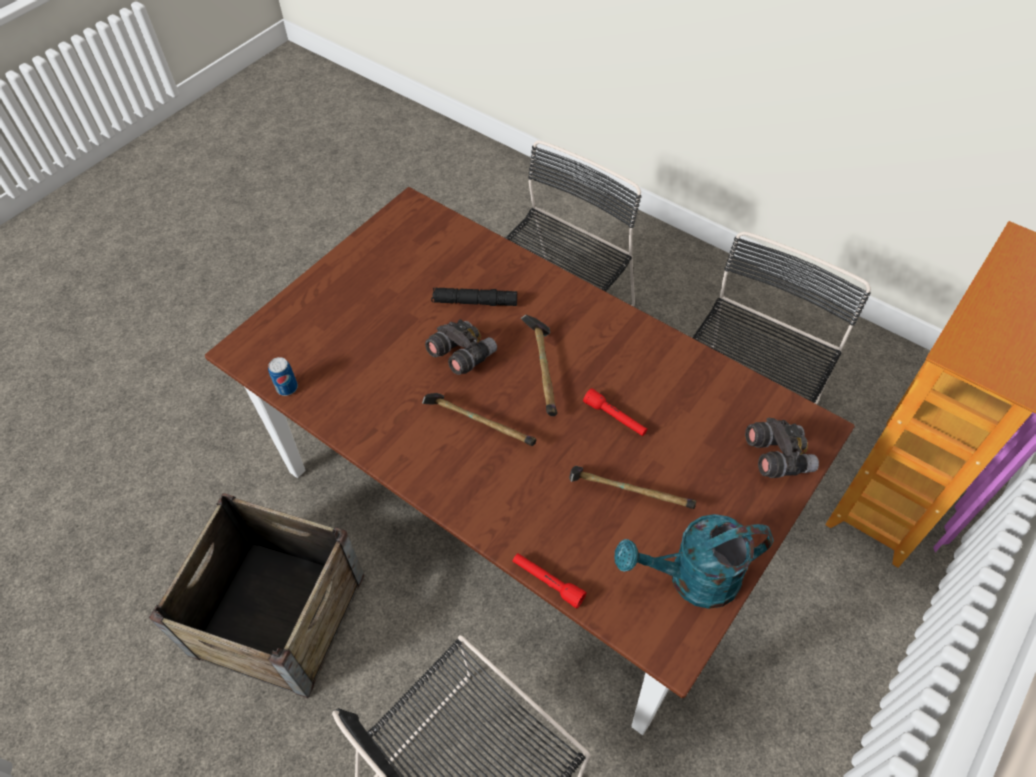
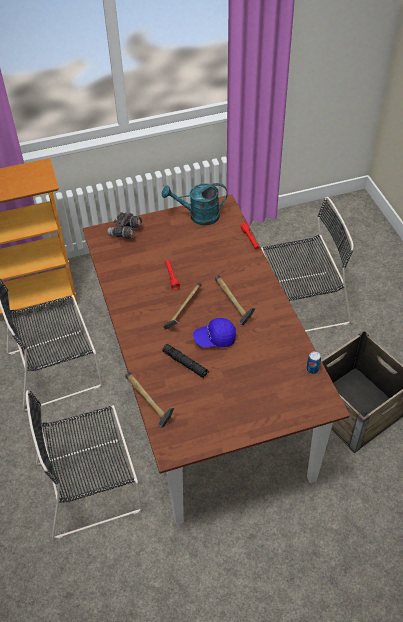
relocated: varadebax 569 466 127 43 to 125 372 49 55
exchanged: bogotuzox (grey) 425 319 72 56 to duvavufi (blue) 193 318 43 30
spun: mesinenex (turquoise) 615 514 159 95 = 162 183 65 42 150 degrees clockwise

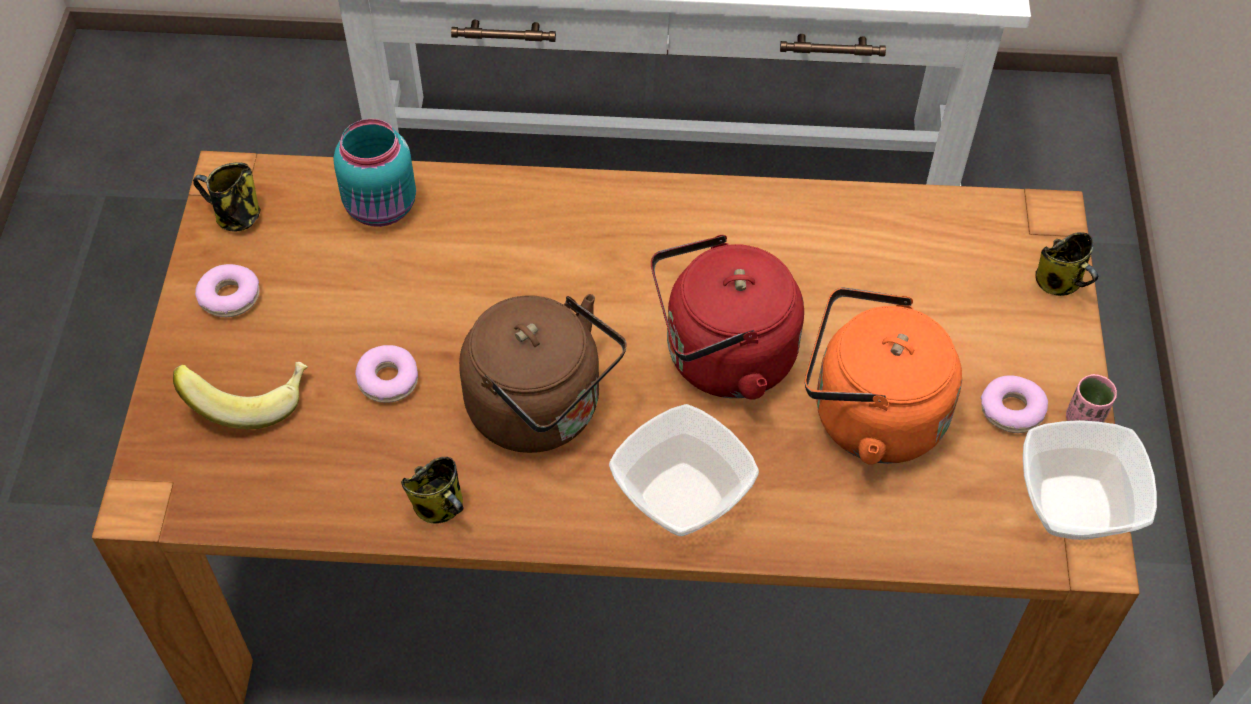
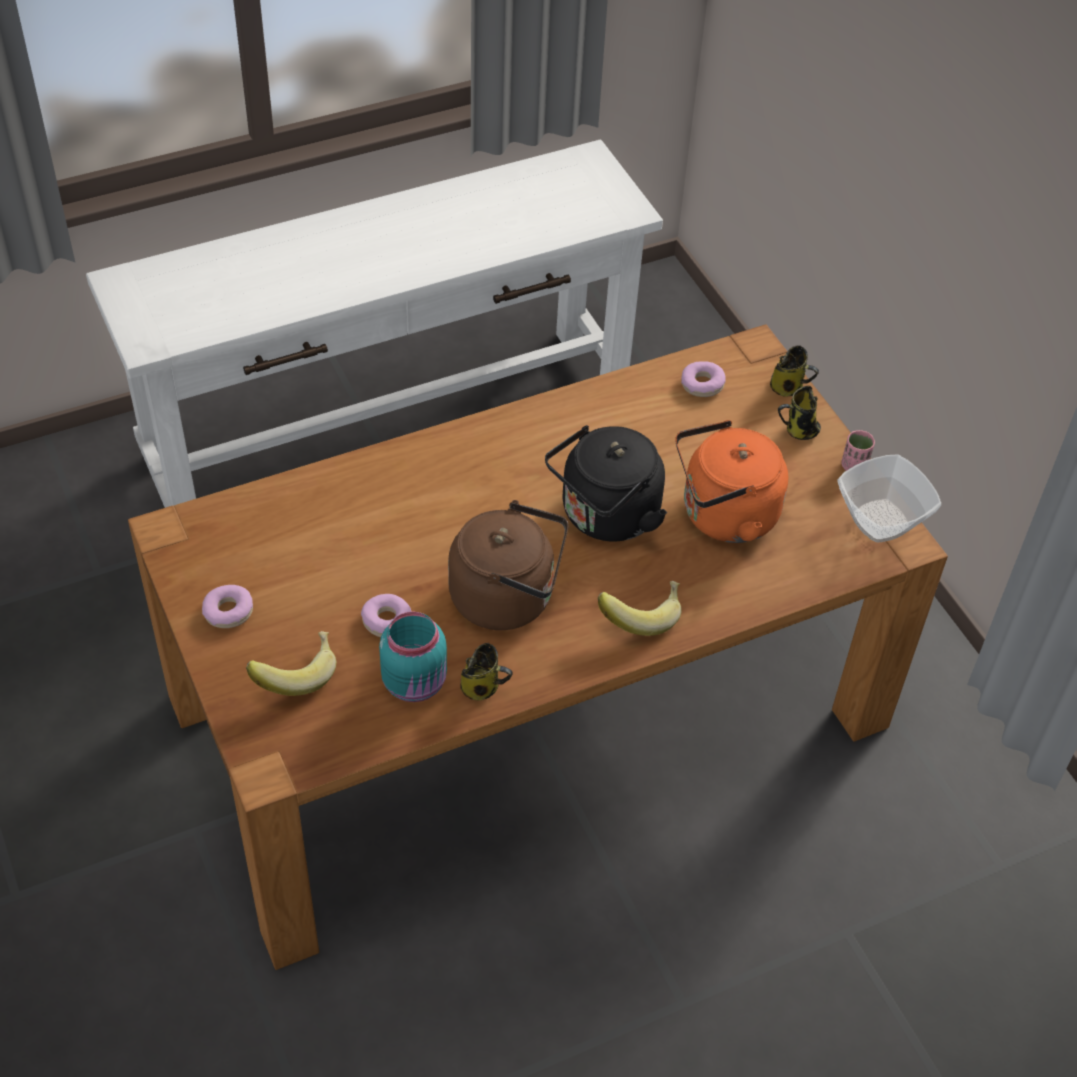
relocated: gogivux 193 162 68 70 to 778 386 43 54; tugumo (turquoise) 333 119 83 108 to 379 611 68 91; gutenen 981 375 67 58 to 681 361 45 36
exchanged: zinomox 609 404 150 132 to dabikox 598 581 84 55
colour: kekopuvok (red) 651 235 153 165 to kekopuvok (black) 545 425 122 116

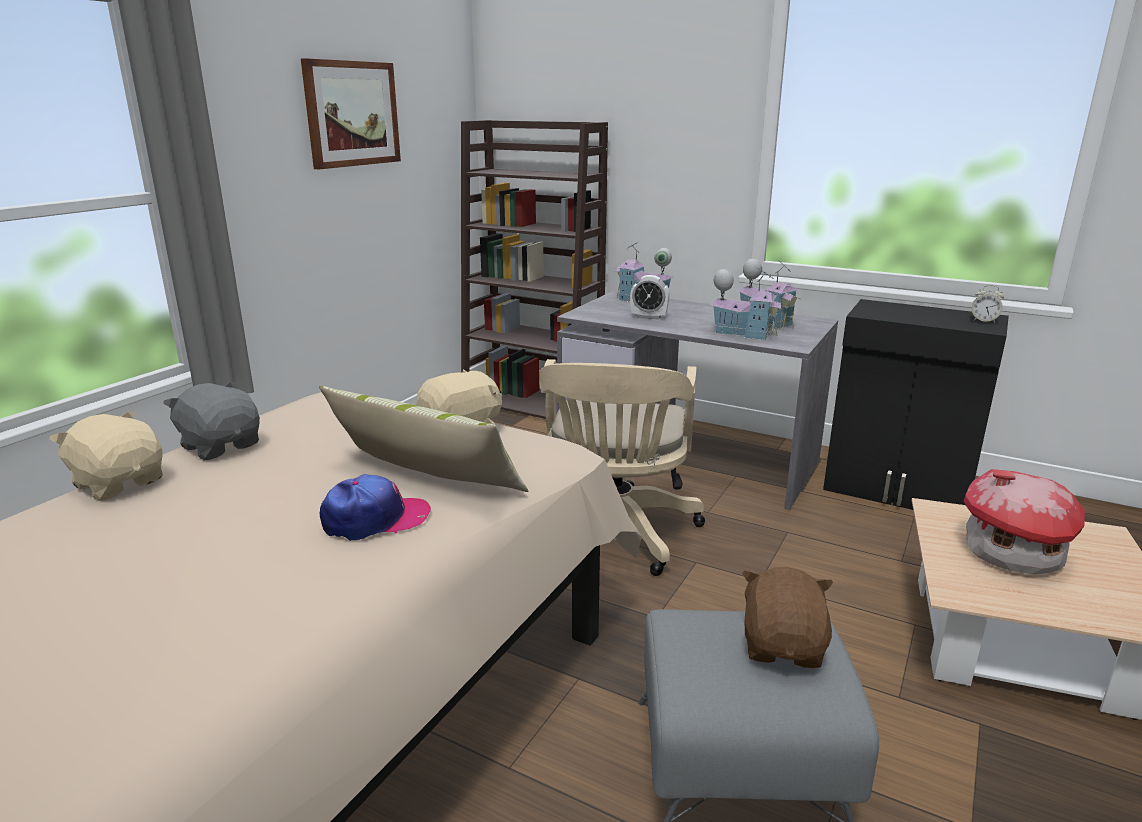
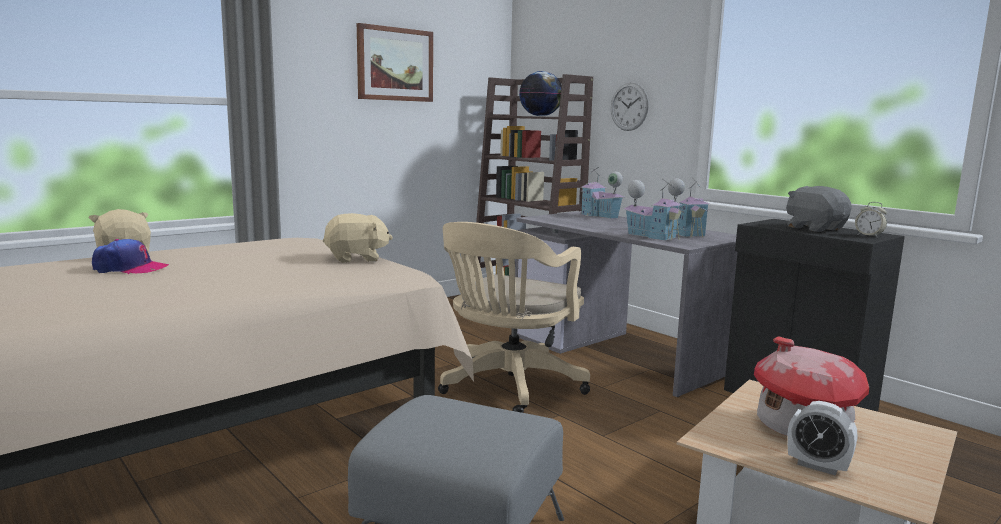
missing: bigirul 319 386 209 106; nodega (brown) 742 567 91 101
appeared: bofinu 519 71 43 45; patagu 611 82 38 49
relocated: nodega (grey) 163 382 97 78 to 786 186 66 46; duvavufi 320 474 111 67 to 92 239 77 35; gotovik 630 275 40 45 to 787 401 70 74

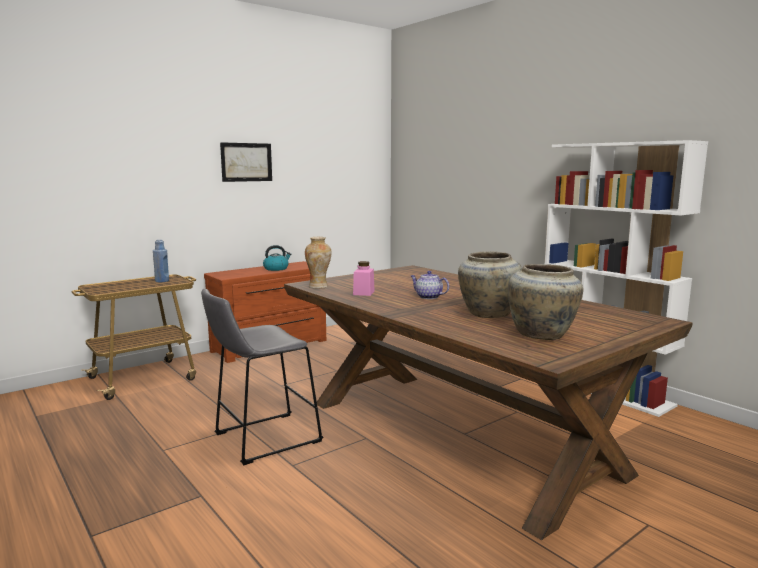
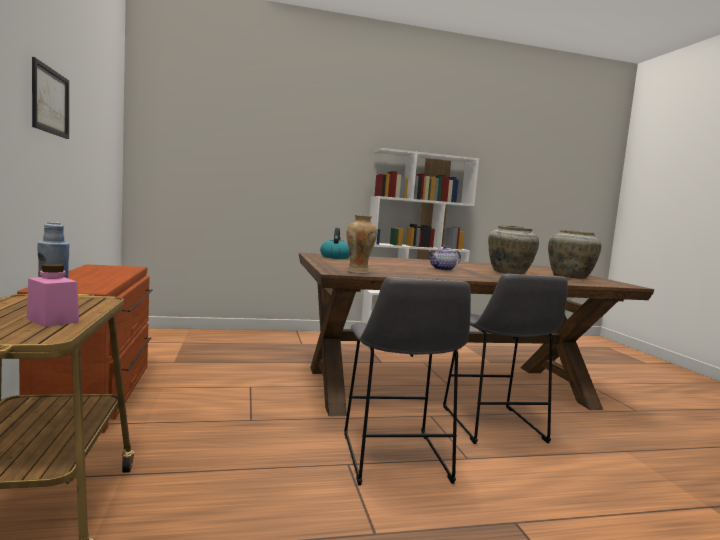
appeared: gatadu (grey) 443 274 125 170
relocated: kekopuvok 263 245 28 26 to 320 228 30 31; tugumo (pink) 353 261 22 35 to 26 264 53 63

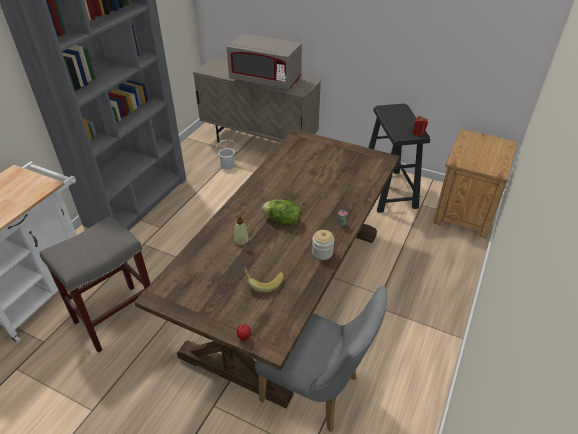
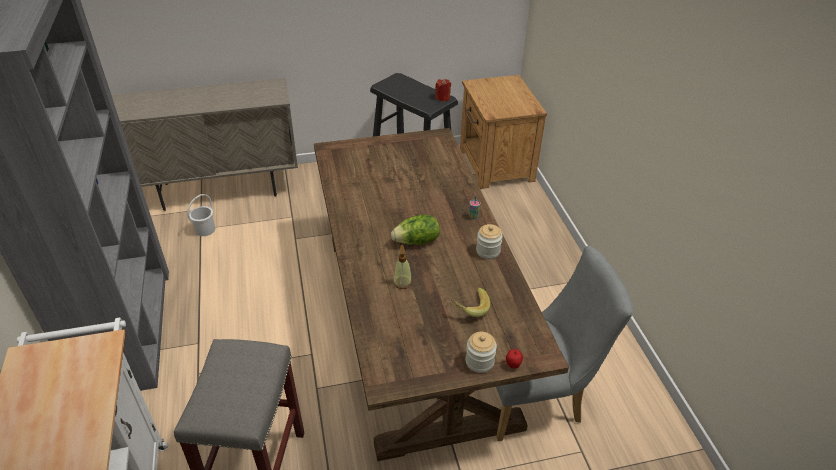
missing: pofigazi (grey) 227 34 75 55
appeared: tugumo 466 332 31 41

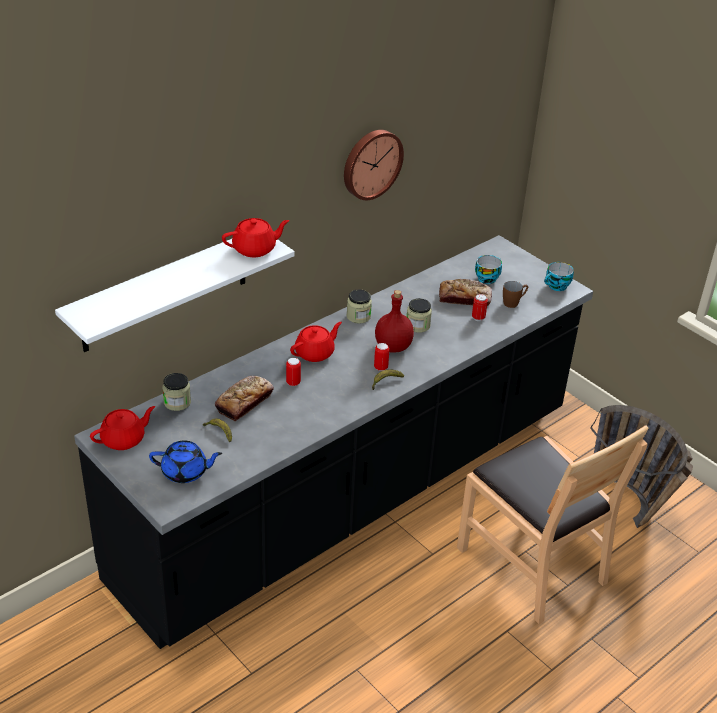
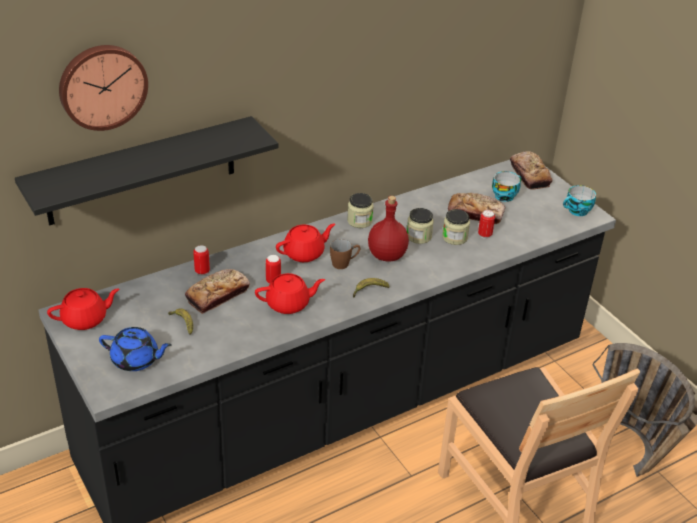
appeared: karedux 510 152 43 38
relocated: tugumo 162 373 29 38 to 442 209 28 36; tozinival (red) 222 218 68 39 to 255 273 70 41; patagu 344 130 60 70 to 59 45 89 86; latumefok 374 343 15 28 to 193 245 17 30; gogivux (brown) 503 281 25 27 to 330 239 30 30
colour: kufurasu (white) 55 239 240 113 to kufurasu (black) 15 116 263 110

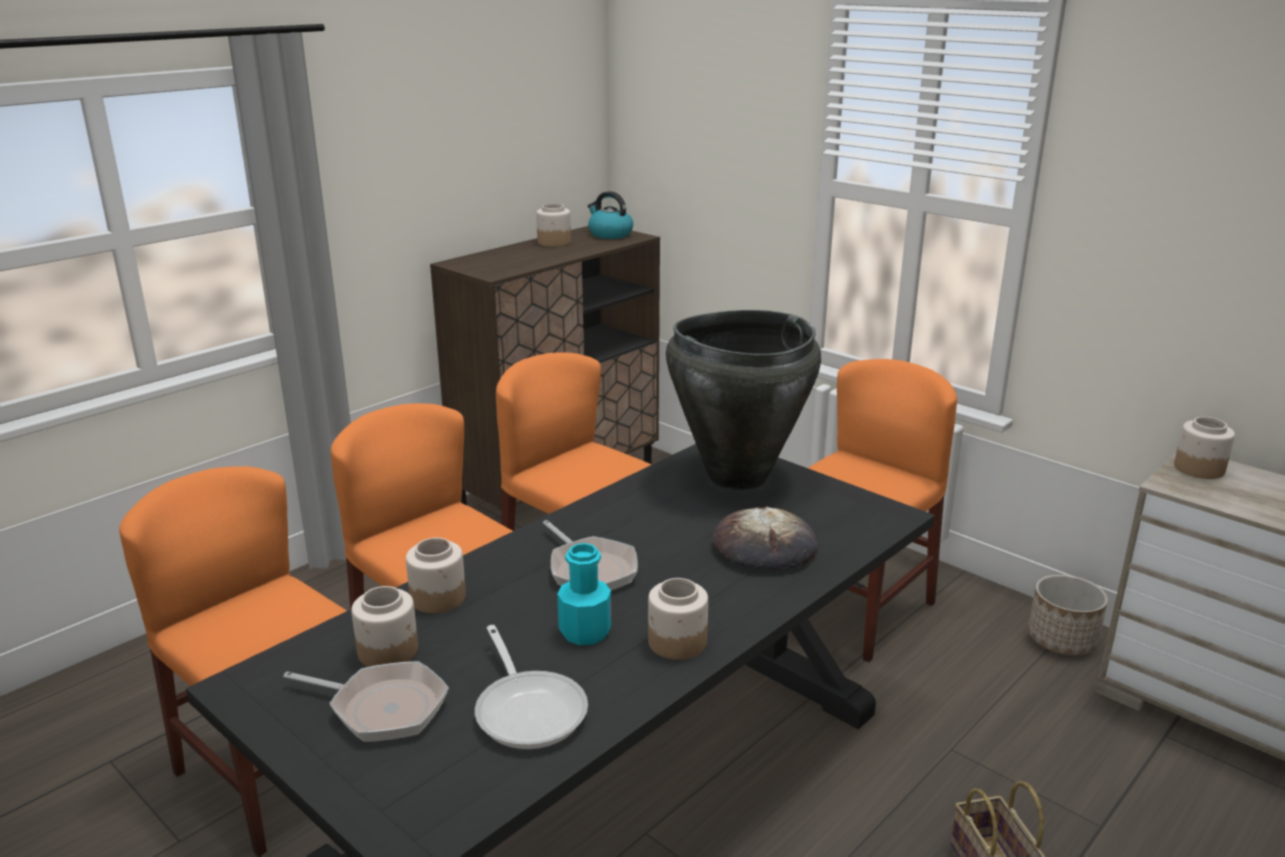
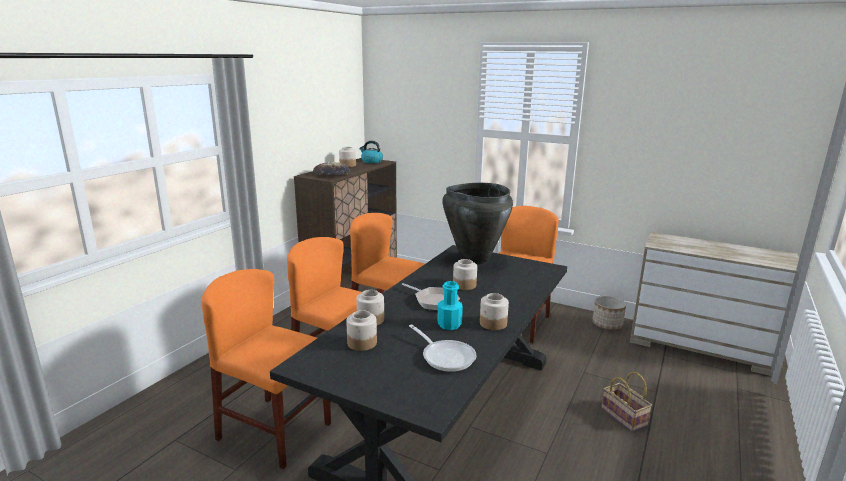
missing: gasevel 283 661 166 81
relocated: karedux 712 506 106 64 to 313 161 37 14; tugumo 1174 417 61 62 to 453 259 24 31

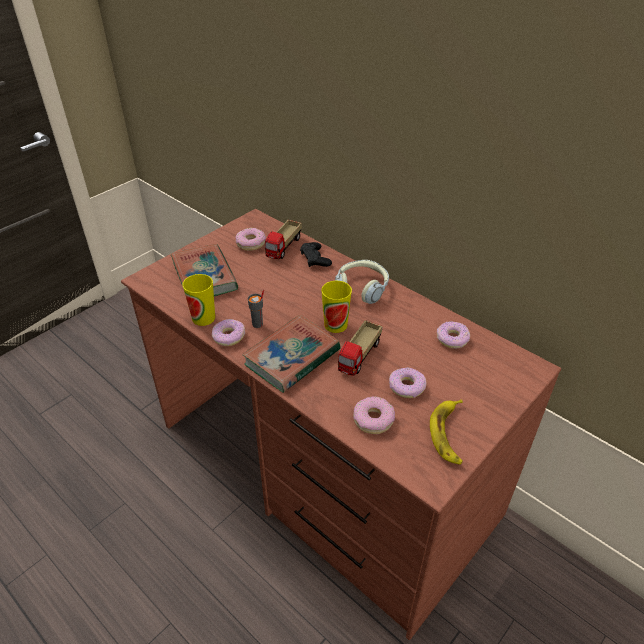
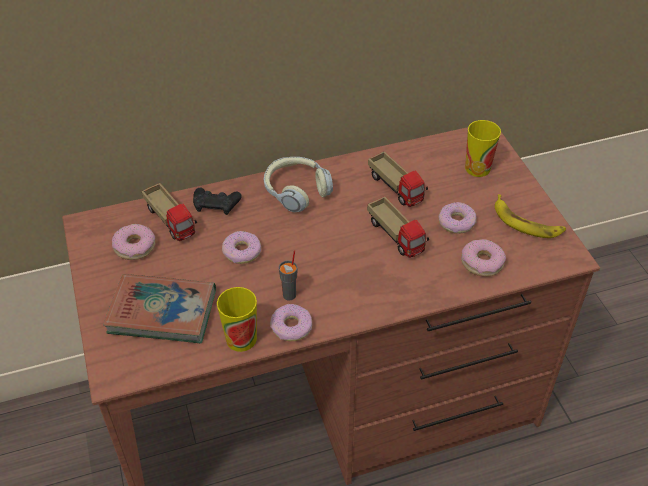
missing: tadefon 242 315 99 78
appeared: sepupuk 368 151 60 56
relocated: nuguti 321 281 31 52 to 465 120 36 57; gutenen 437 321 33 28 to 222 231 39 33

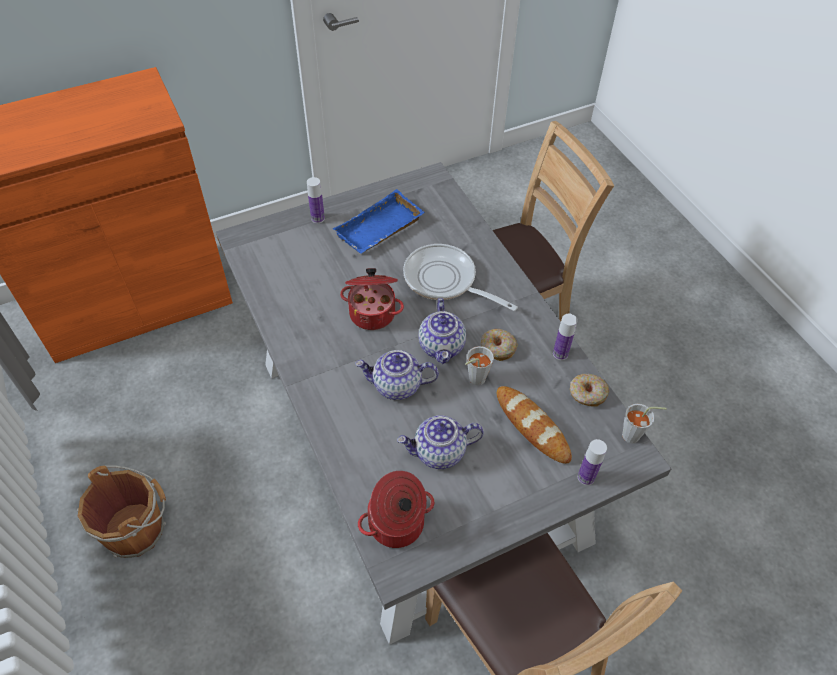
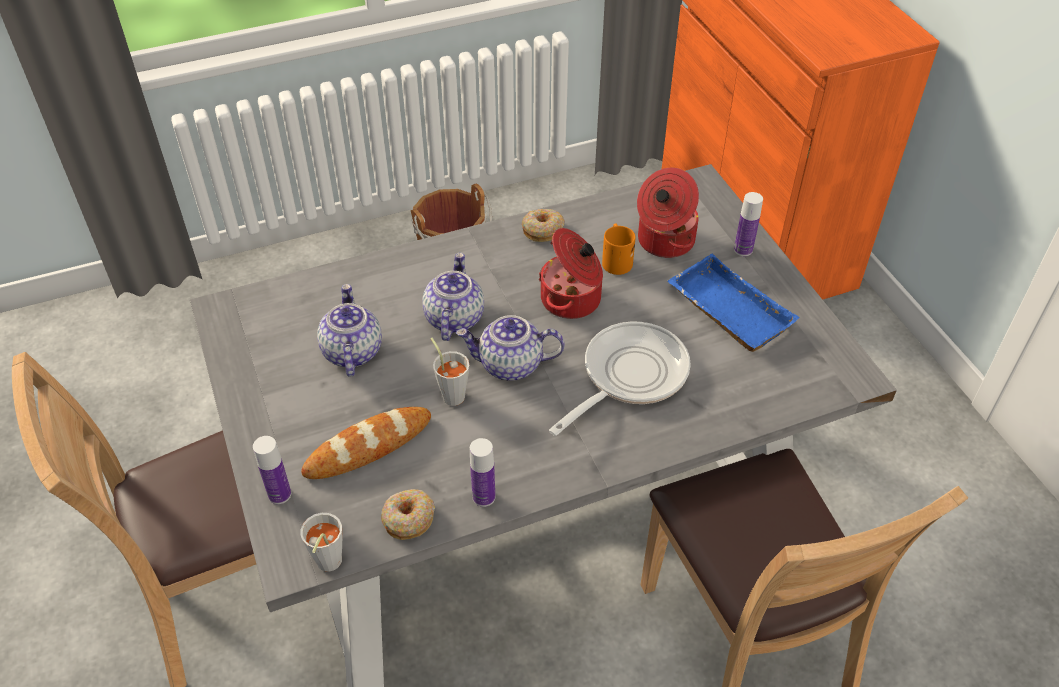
appeared: gogivux (orange) 602 224 34 51
relocated: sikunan 358 471 76 77 to 637 168 62 90; gutenen 481 329 37 32 to 522 209 42 33

